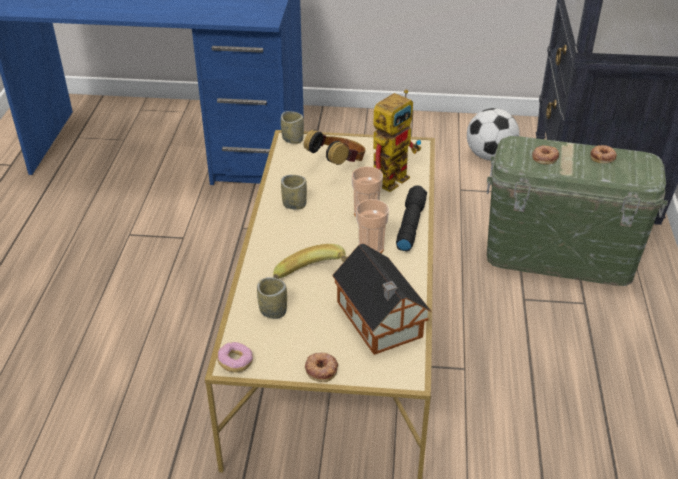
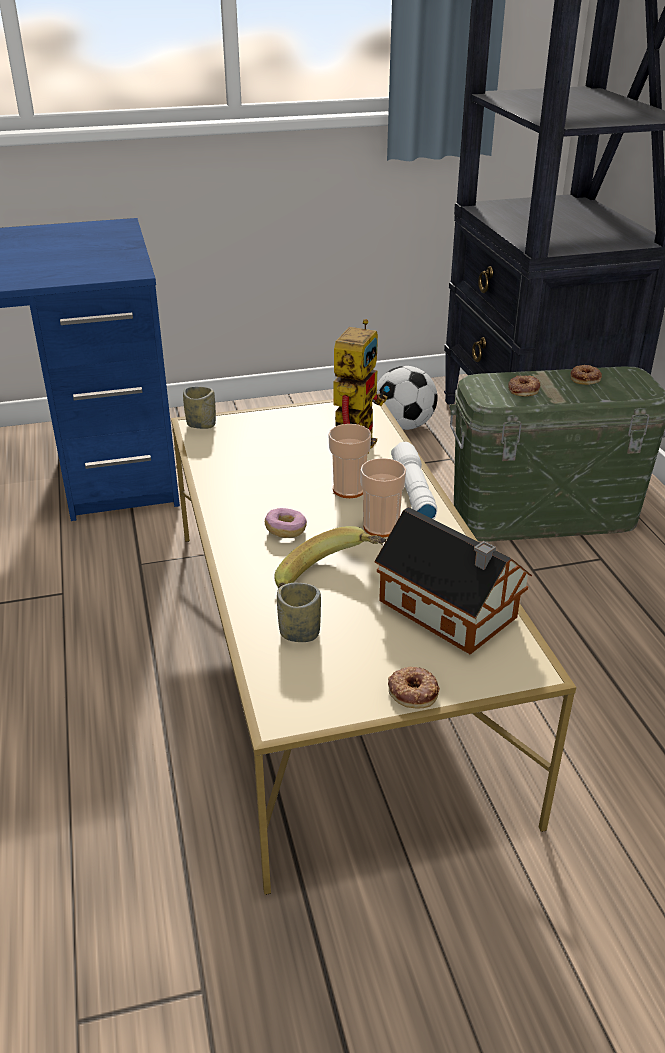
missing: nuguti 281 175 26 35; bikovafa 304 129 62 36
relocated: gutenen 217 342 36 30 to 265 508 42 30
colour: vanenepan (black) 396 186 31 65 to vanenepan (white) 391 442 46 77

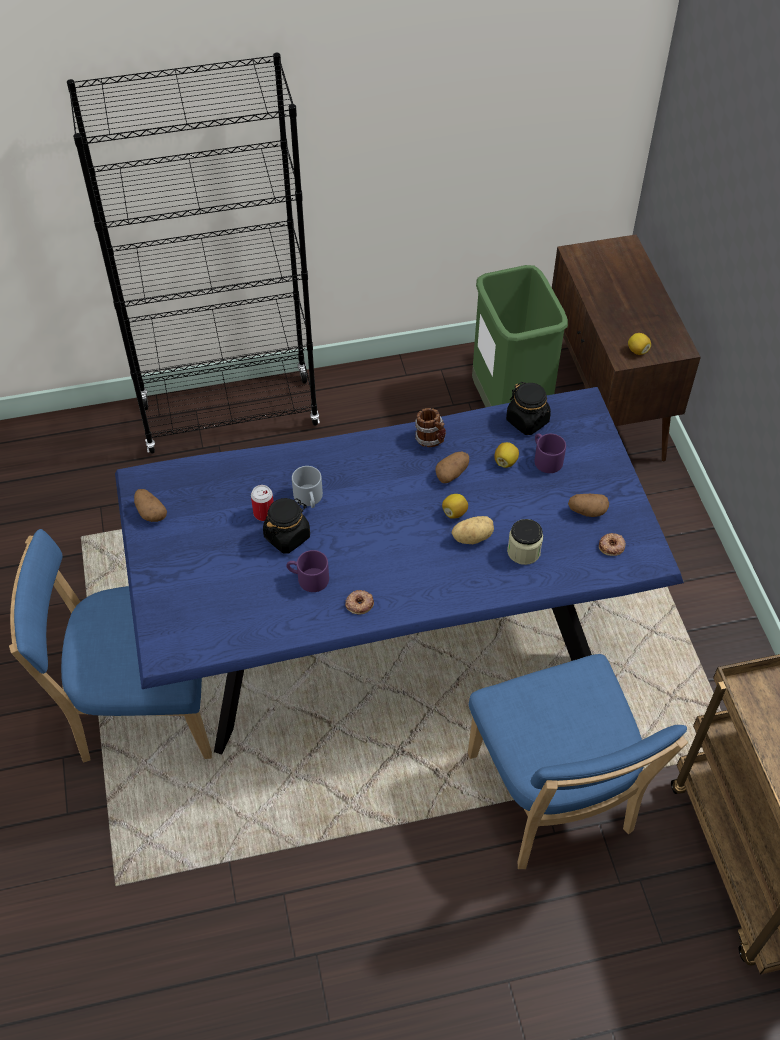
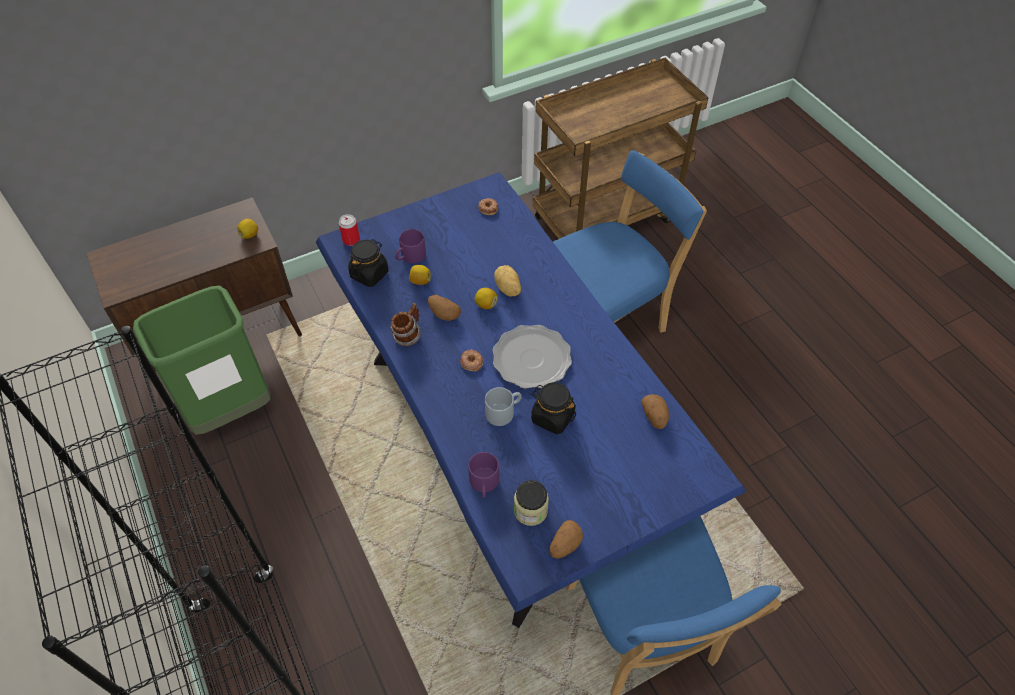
appeared: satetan 493 325 79 64
relocated: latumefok 251 485 23 36 to 339 214 21 32; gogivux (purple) 286 550 43 42 to 468 452 31 46; gutenen 345 590 29 24 to 460 349 23 22; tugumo 507 519 36 46 to 514 480 35 46; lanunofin 568 494 41 23 to 641 394 28 35

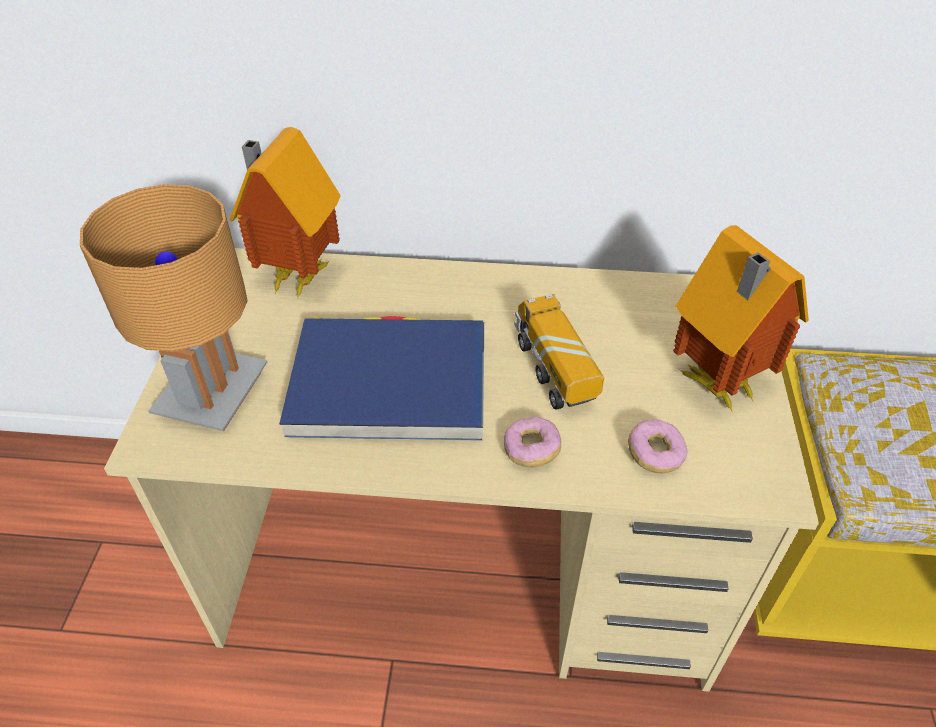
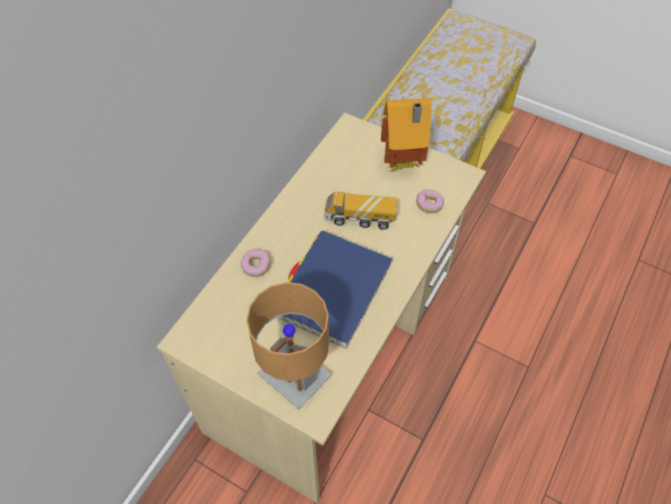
missing: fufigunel 230 127 111 173
relocated: gutenen 504 417 57 50 to 241 249 30 28

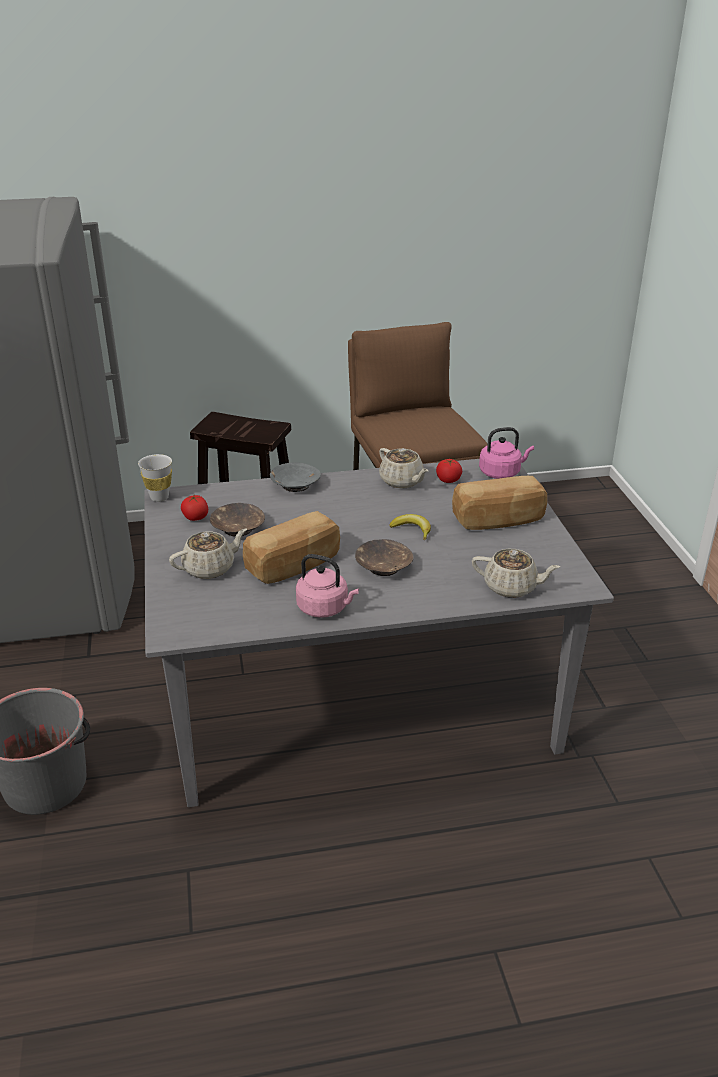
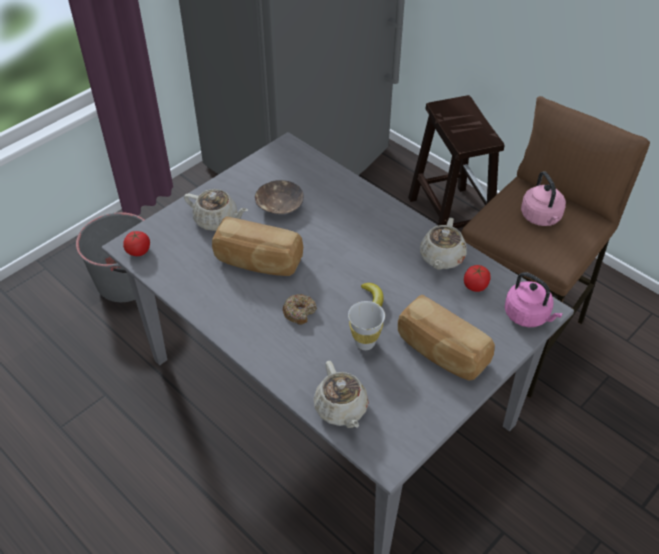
missing: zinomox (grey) 270 462 51 30
relocated: nuguti (white) 138 454 34 48 to 348 301 37 49; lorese 181 494 27 27 to 123 231 27 25; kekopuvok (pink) 296 554 63 64 to 521 171 45 55
exchanged: zinomox (brown) 355 539 59 37 to gutenen 283 294 34 31

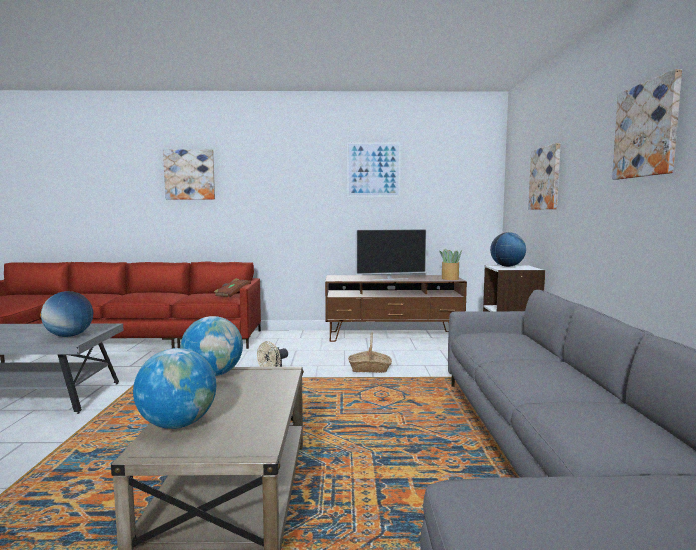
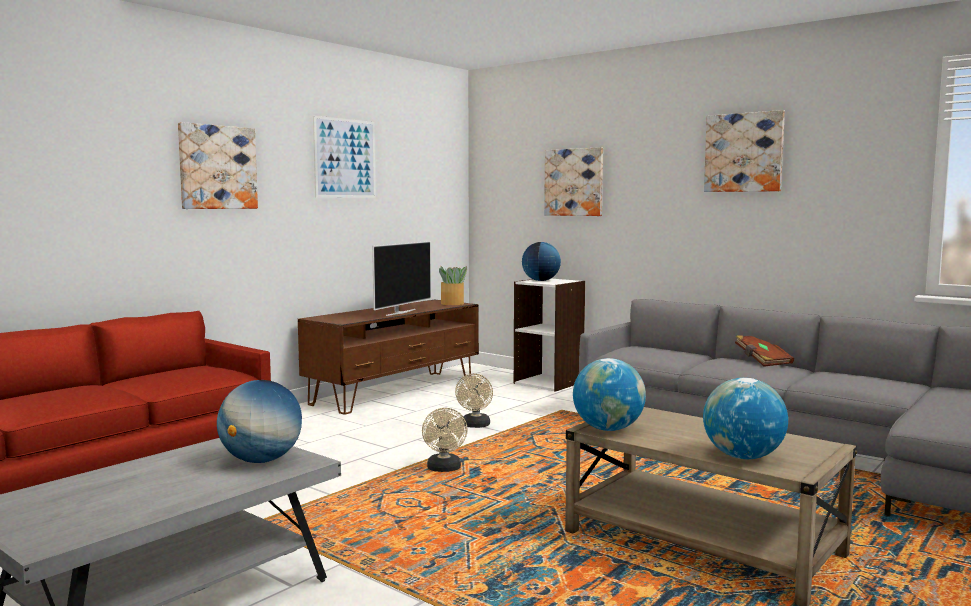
relocated: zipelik 163 149 52 50 to 178 122 80 87; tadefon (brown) 214 279 37 18 to 735 335 59 32
exchanged: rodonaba 348 332 44 41 to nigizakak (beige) 455 374 38 54

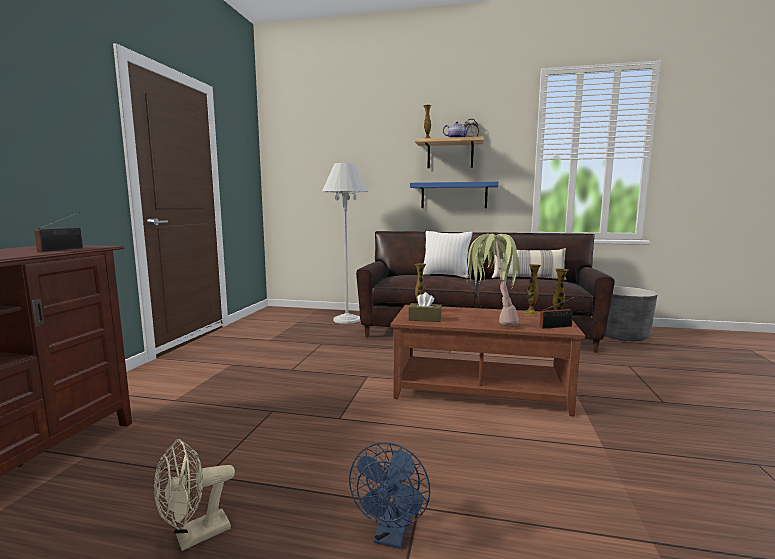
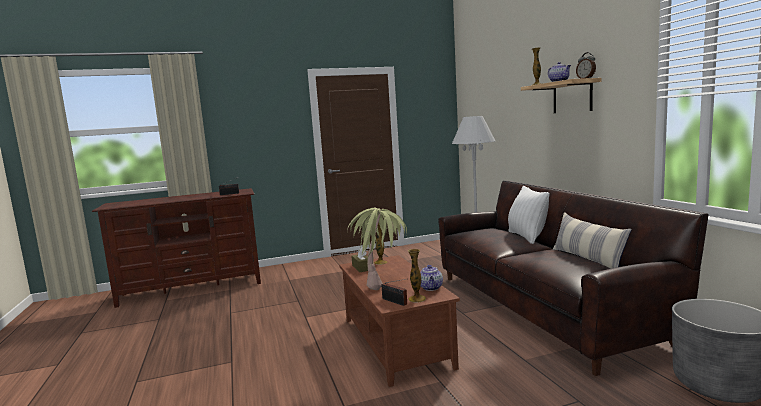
missing: nigizakak (beige) 154 439 81 112; nigizakak (blue) 349 442 81 107; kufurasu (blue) 410 182 88 26
exchanged: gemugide 522 264 19 51 to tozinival 420 265 23 26

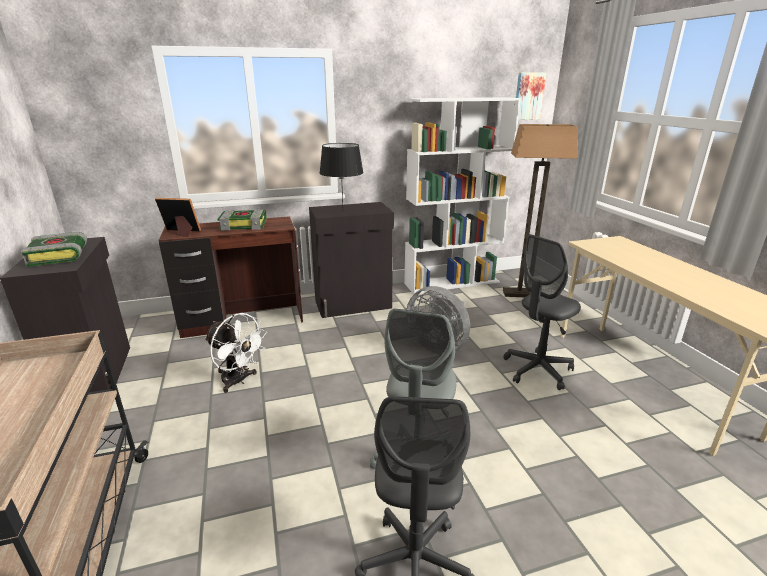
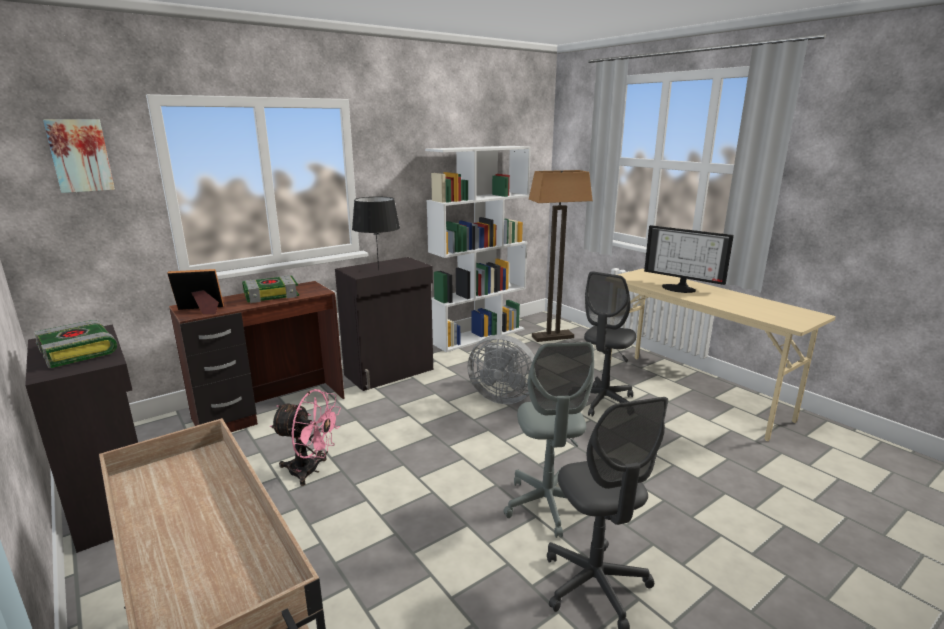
appeared: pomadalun 644 225 90 68
relocated: zipelik 516 73 30 47 to 43 120 72 73
colour: nigizakak (white) 205 313 62 80 to nigizakak (pink) 270 389 71 97

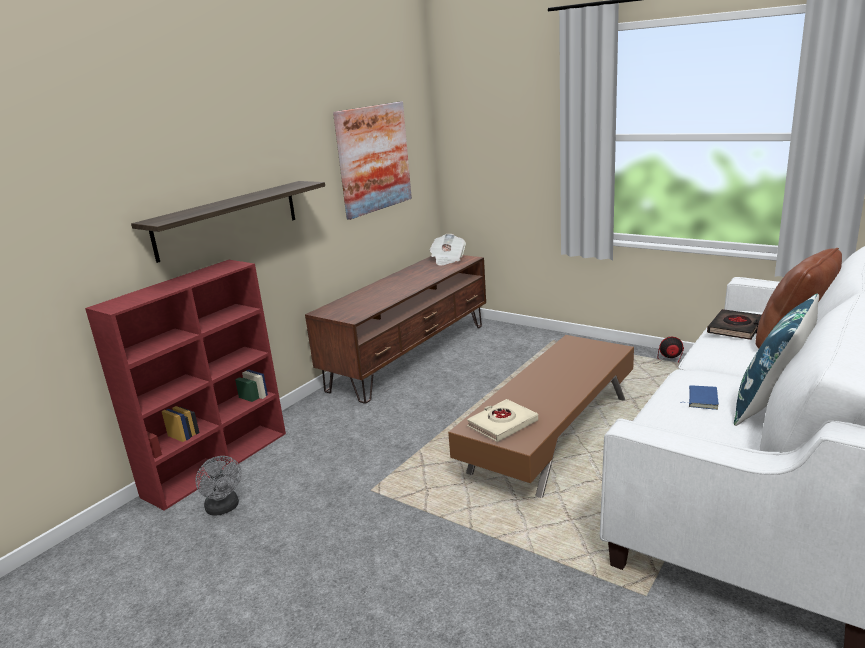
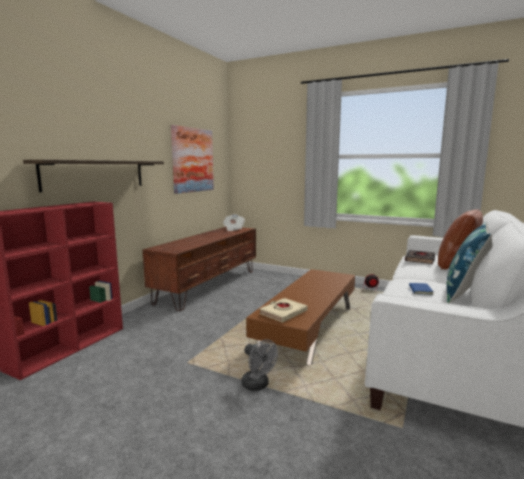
relocated: nigizakak (grey) 195 456 47 60 to 241 339 37 52

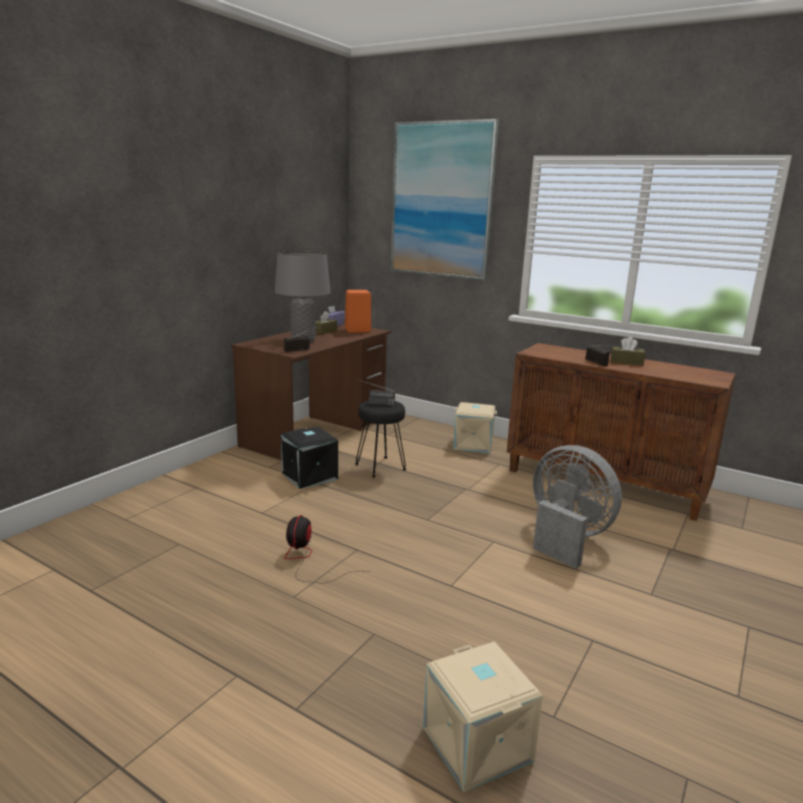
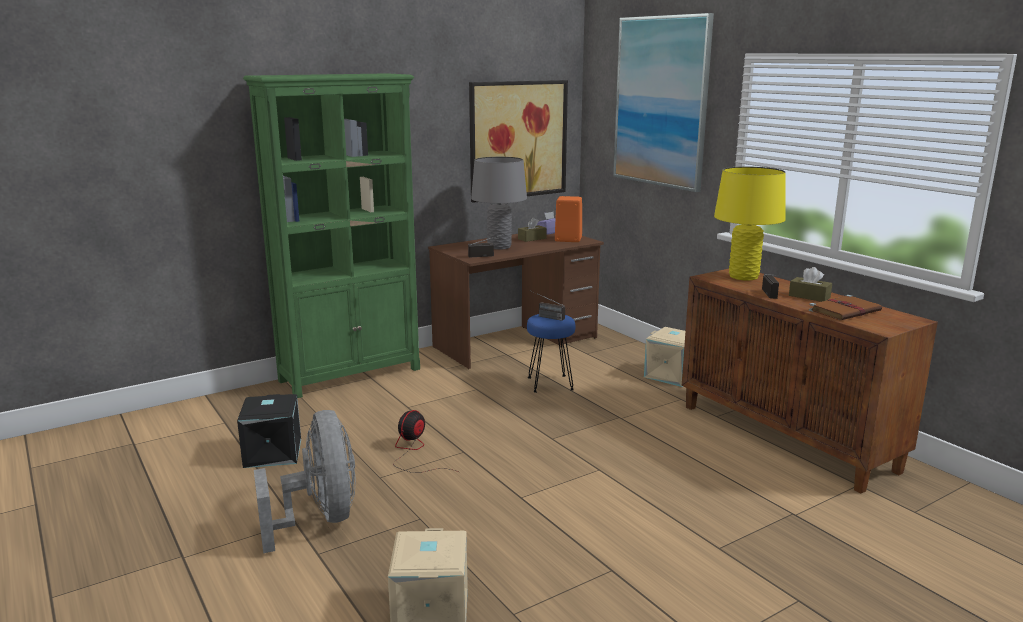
appeared: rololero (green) 243 73 177 325; zipelik 469 80 99 123; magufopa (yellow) 714 166 72 115; tadefon (brown) 809 295 73 25
relocated: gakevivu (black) 281 426 57 63 to 237 394 64 74; nigizakak (grey) 533 445 89 124 to 254 410 102 143
colour: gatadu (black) 355 401 51 77 to gatadu (blue) 527 314 48 79

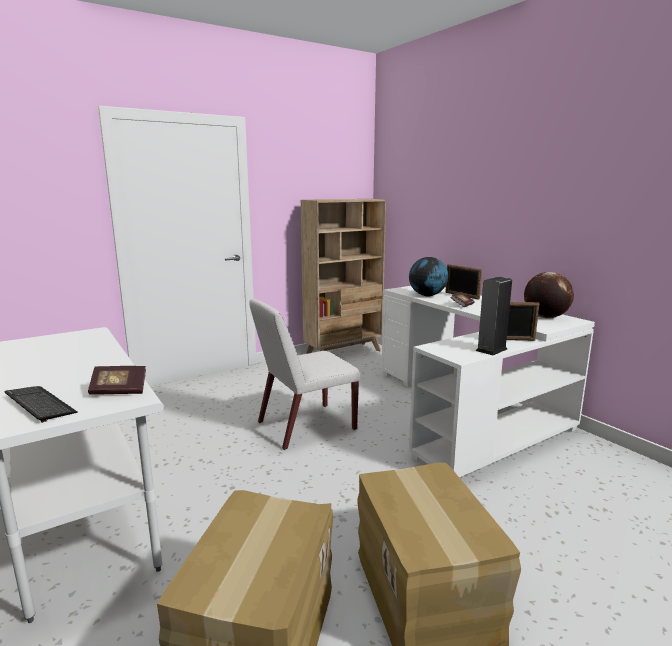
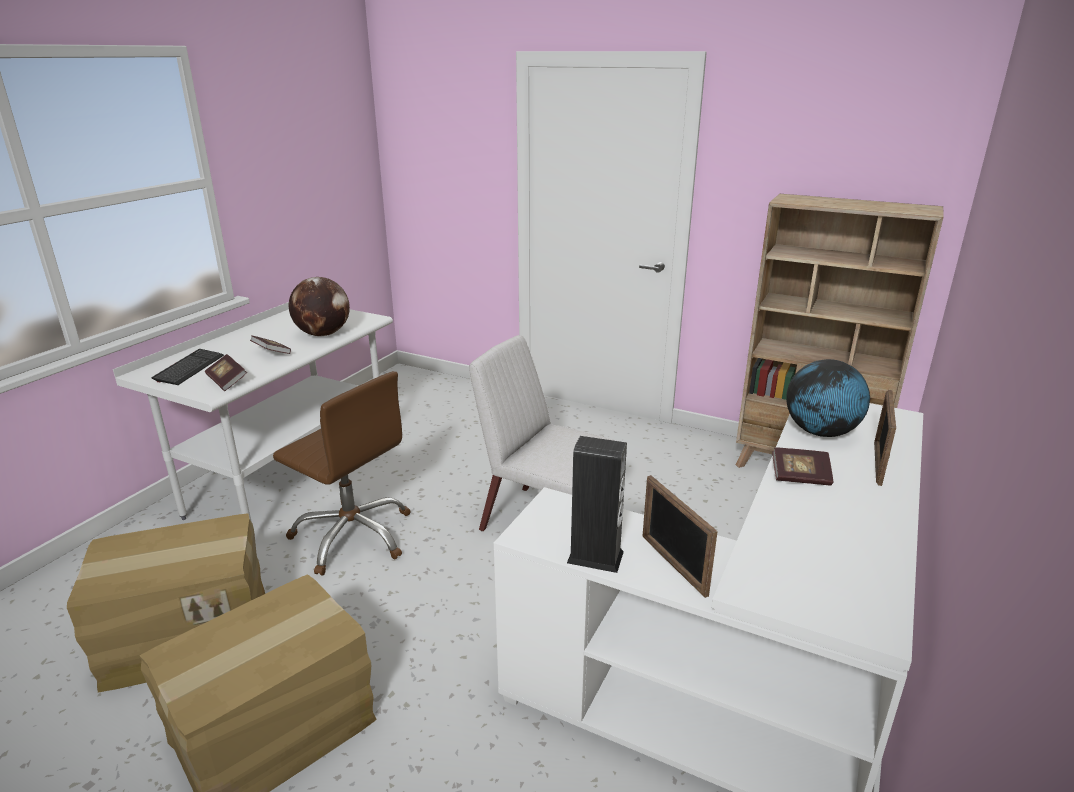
appeared: tadefon 250 335 41 19; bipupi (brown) 273 371 138 204
relocated: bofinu 524 272 50 46 to 289 277 61 59

